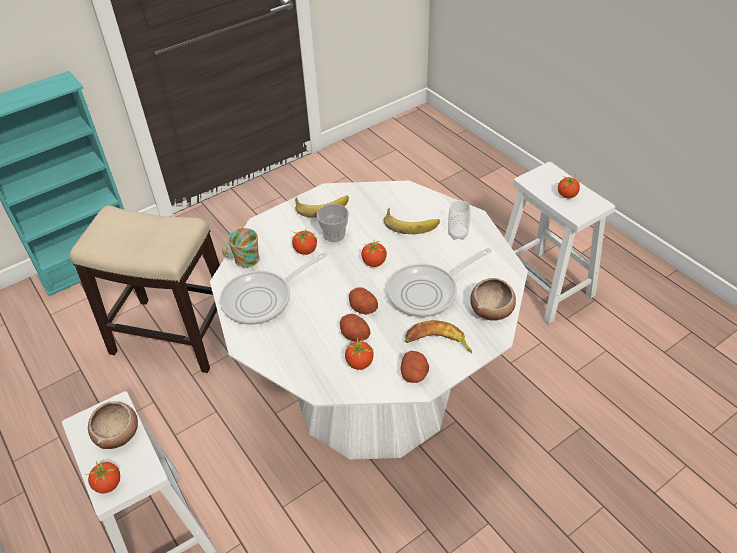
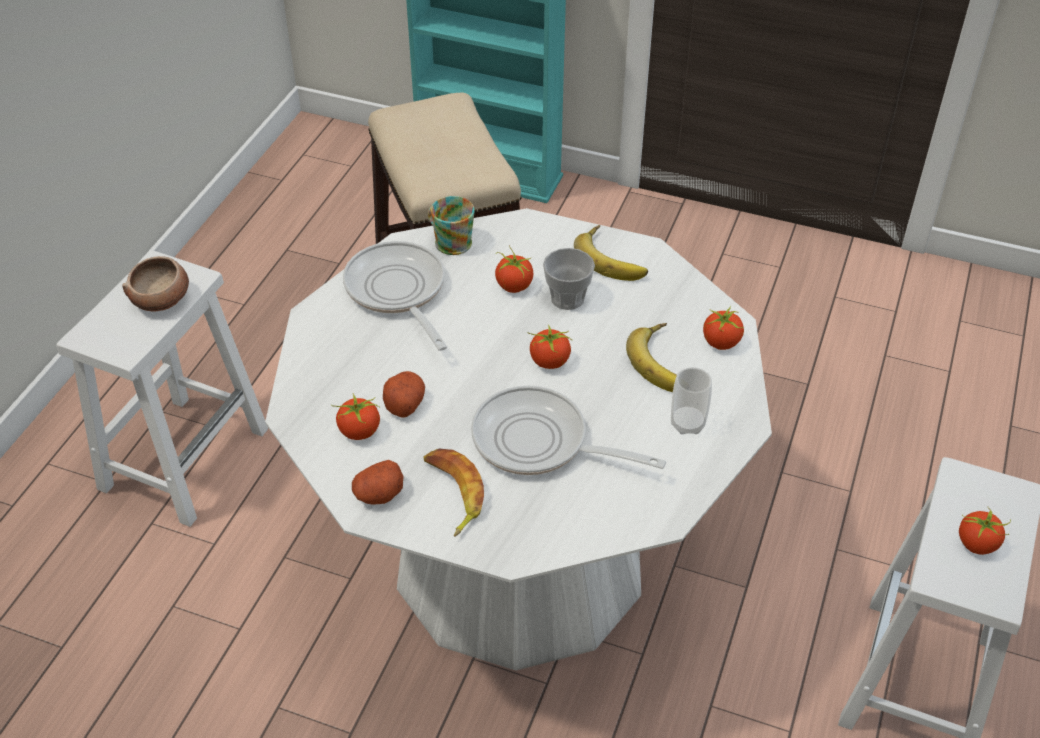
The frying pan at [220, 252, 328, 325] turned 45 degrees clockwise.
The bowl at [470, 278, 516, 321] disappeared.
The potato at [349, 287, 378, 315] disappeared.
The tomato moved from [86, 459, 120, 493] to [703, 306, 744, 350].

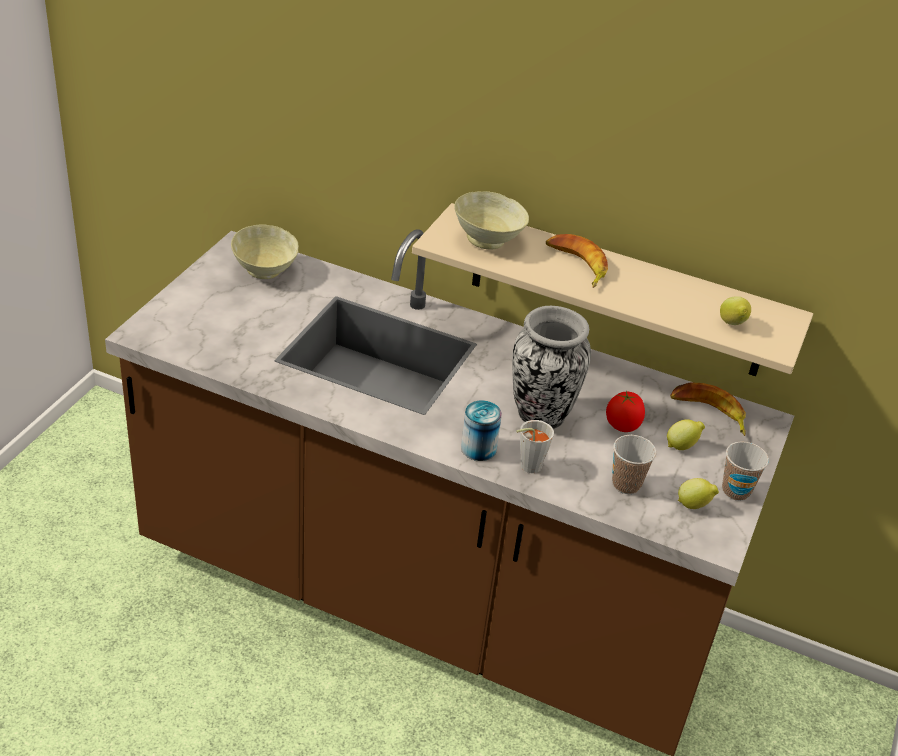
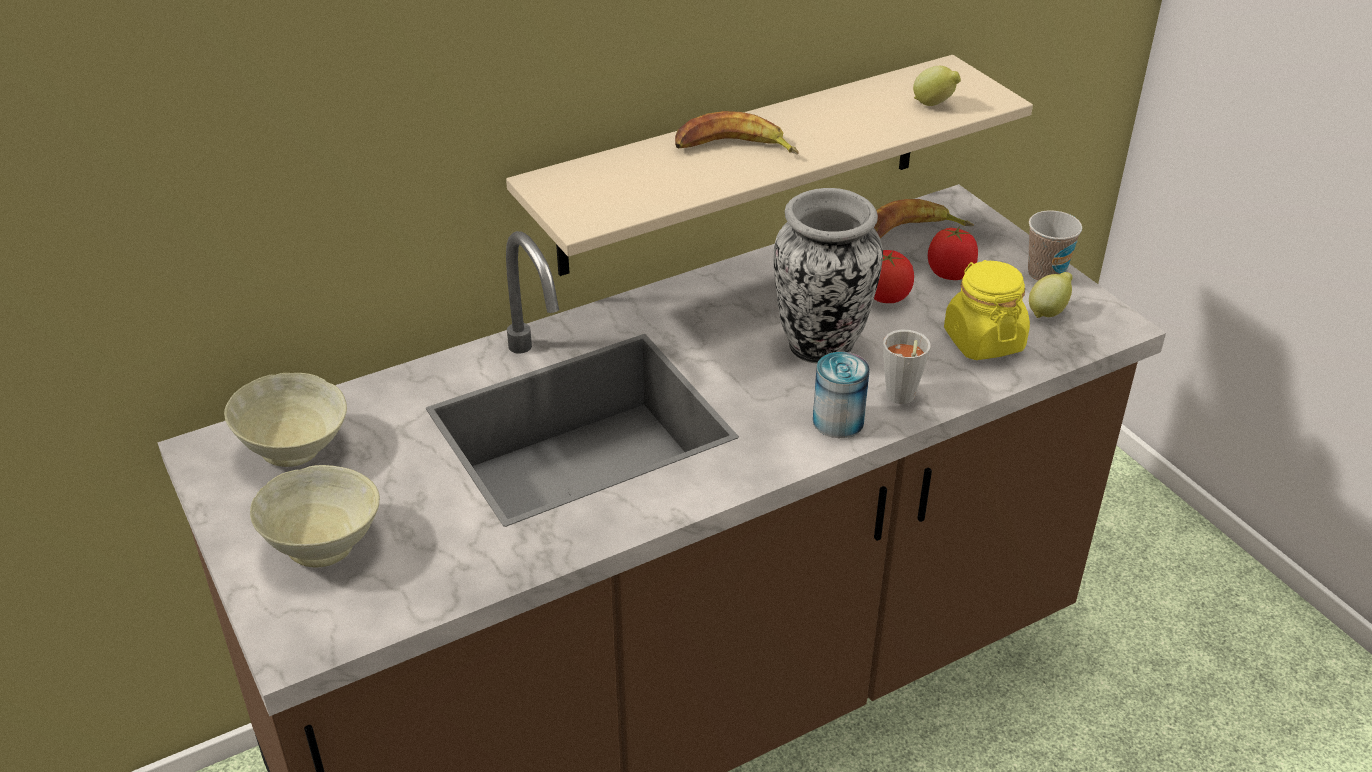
The beige bowl moved from [454, 191, 529, 250] to [250, 465, 380, 568].
The lemon at [667, 419, 705, 450] was replaced by the tomato at [928, 226, 978, 280].
The cup at [612, 435, 656, 494] was replaced by the yellow jar at [944, 260, 1030, 360].

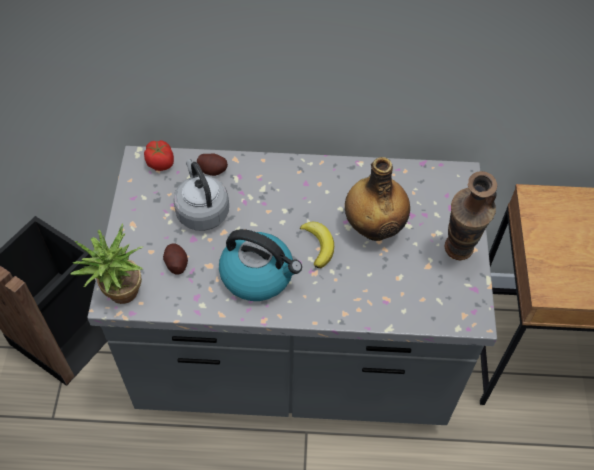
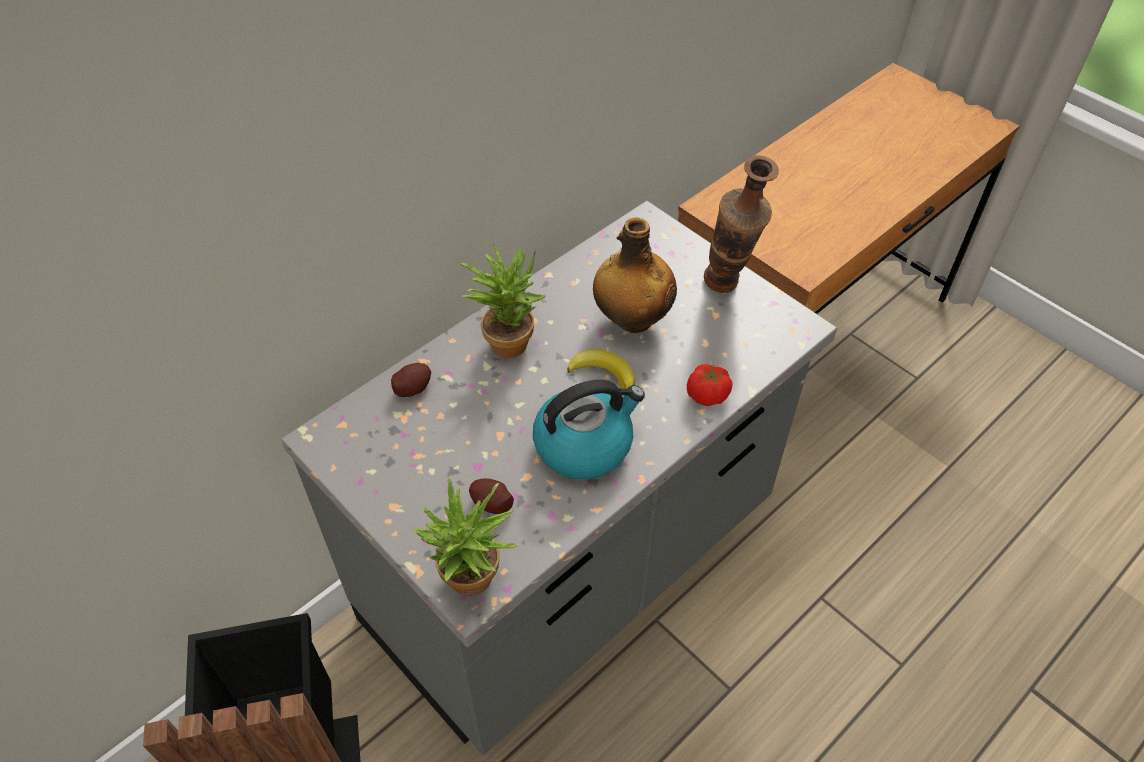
The tomato moved from [144, 140, 174, 171] to [687, 364, 733, 406].
The grey kettle at [173, 159, 229, 231] disappeared.
The potted plant at [461, 243, 546, 359] appeared.

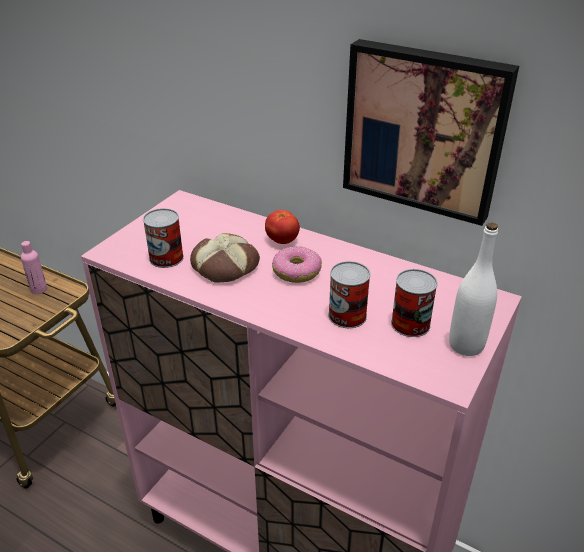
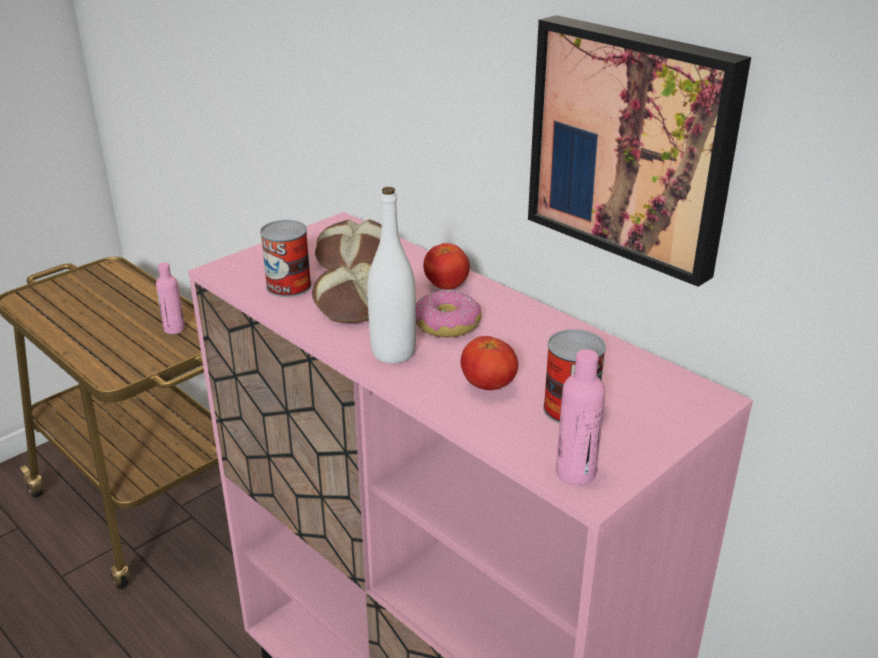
The white bottle moved from [449, 222, 498, 356] to [367, 187, 416, 364].
The can at [328, 261, 371, 328] was replaced by the tomato at [461, 336, 518, 390].
The bread at [315, 219, 382, 269] appeared.
The pink bottle at [556, 349, 605, 485] appeared.

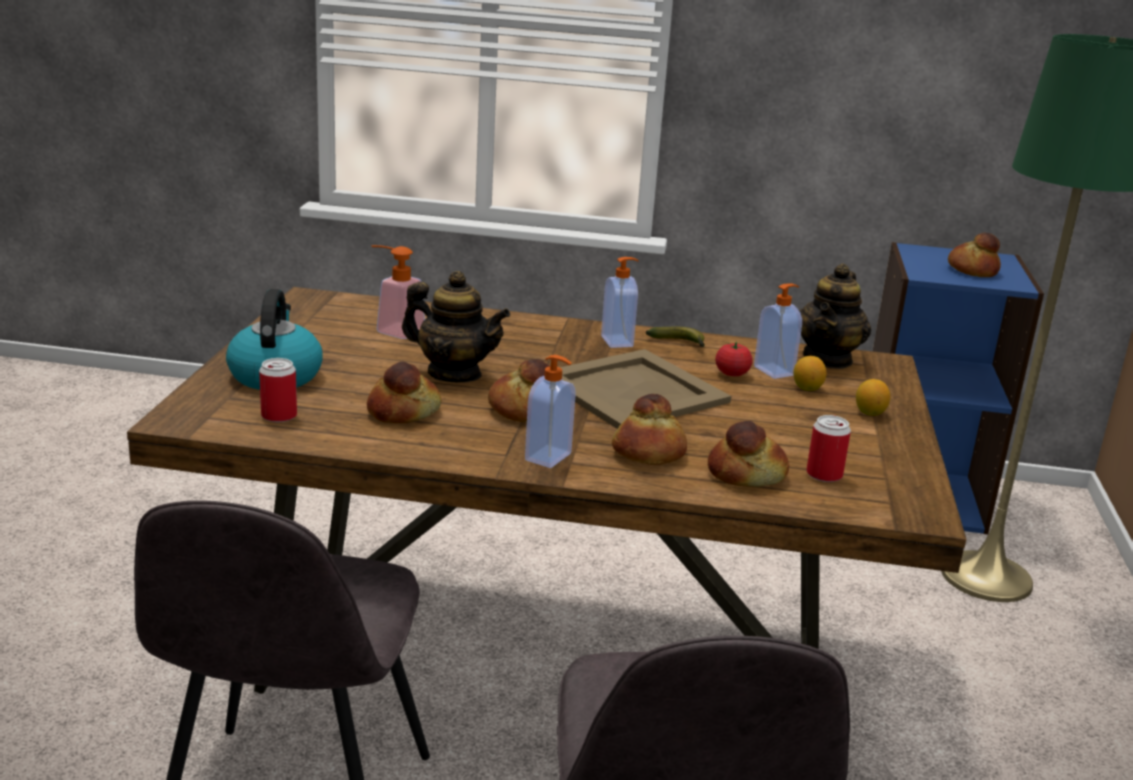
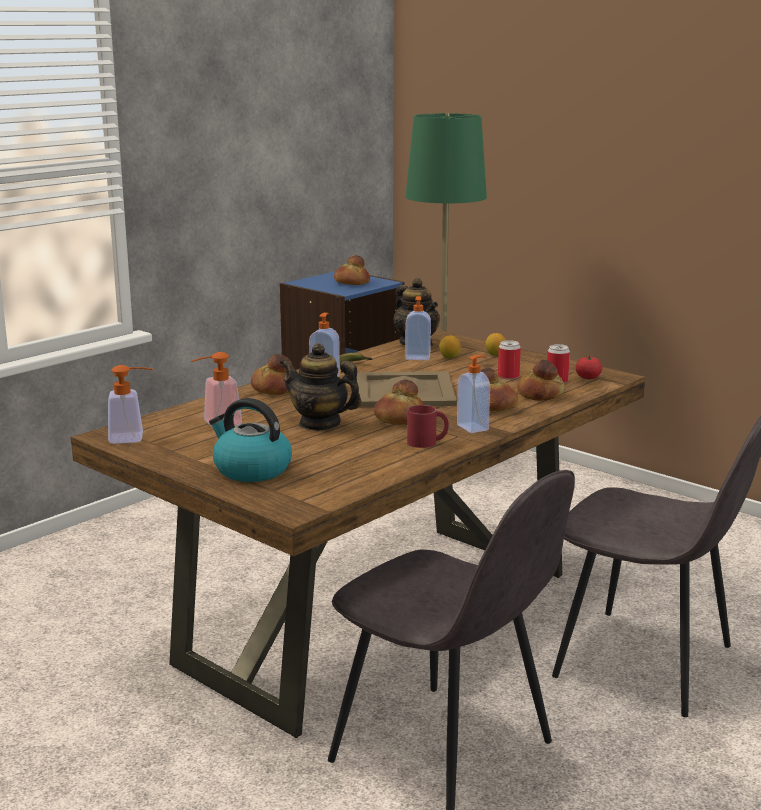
The teapot at [402, 271, 511, 382] turned 120 degrees counterclockwise.
The tomato moved from [715, 342, 753, 376] to [576, 355, 602, 379].
The can moved from [259, 358, 297, 422] to [498, 340, 521, 380].
The bread moved from [367, 361, 442, 423] to [251, 354, 292, 395].
The soap dispenser at [108, 365, 153, 444] appeared.
The red mug at [407, 405, 449, 448] appeared.

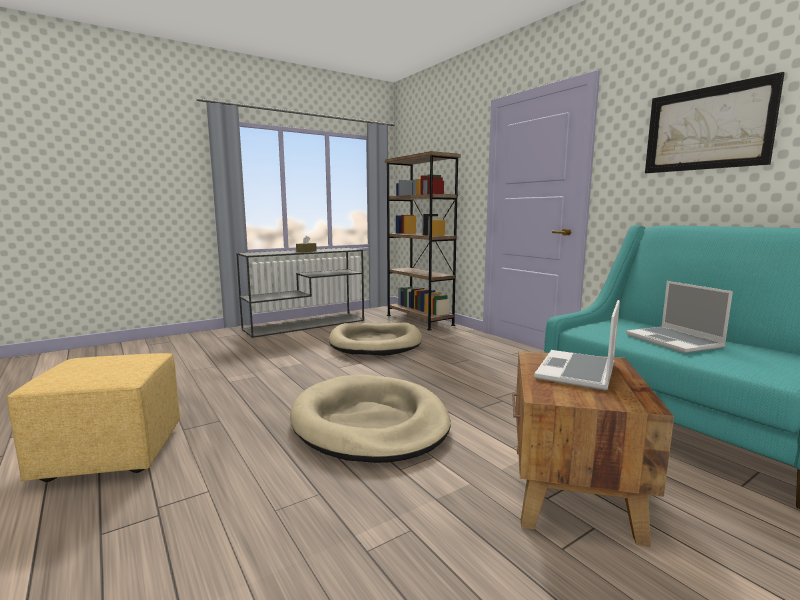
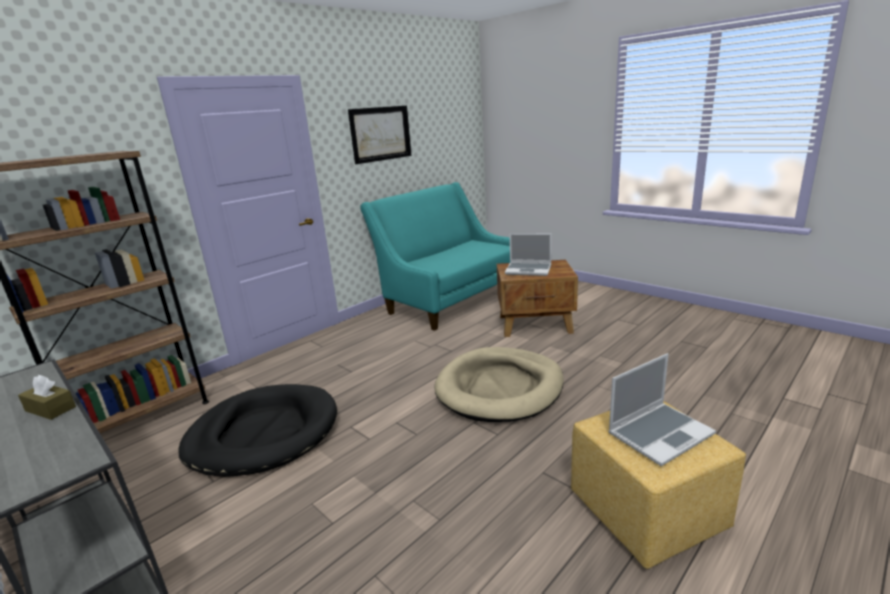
The laptop moved from [626, 281, 733, 353] to [608, 353, 716, 466].
The beige dog bed at [329, 322, 422, 356] became the black dog bed at [178, 384, 337, 477].

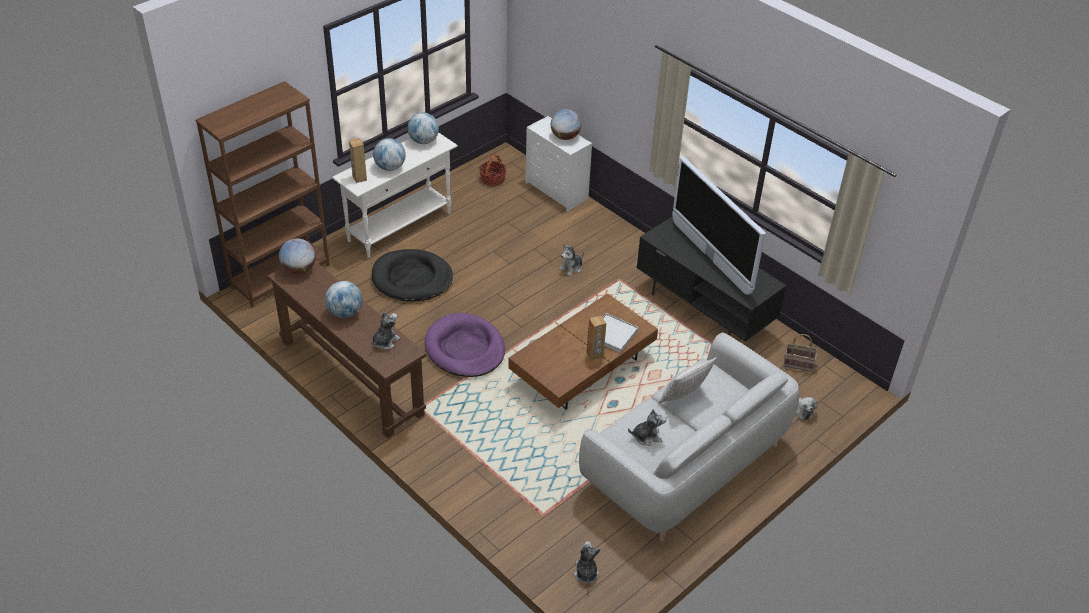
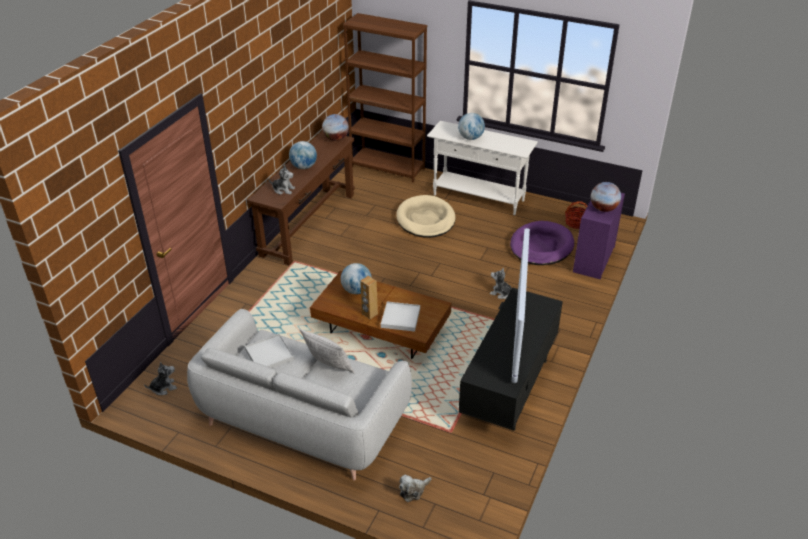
The globe moved from [407, 112, 439, 144] to [341, 263, 372, 294].
The white dresser at [525, 116, 592, 212] became the purple dresser at [573, 193, 625, 280].
The brown speaker at [349, 138, 367, 183] disappeared.
The television at [672, 156, 766, 295] turned 150 degrees clockwise.
The black dog bed at [372, 249, 453, 302] became the beige dog bed at [396, 195, 456, 238].
The purple dog bed moved from [425, 313, 505, 377] to [510, 221, 574, 265].
The basket at [783, 334, 817, 372] disappeared.
The plush toy at [628, 409, 667, 446] was replaced by the white tray at [245, 334, 294, 368].

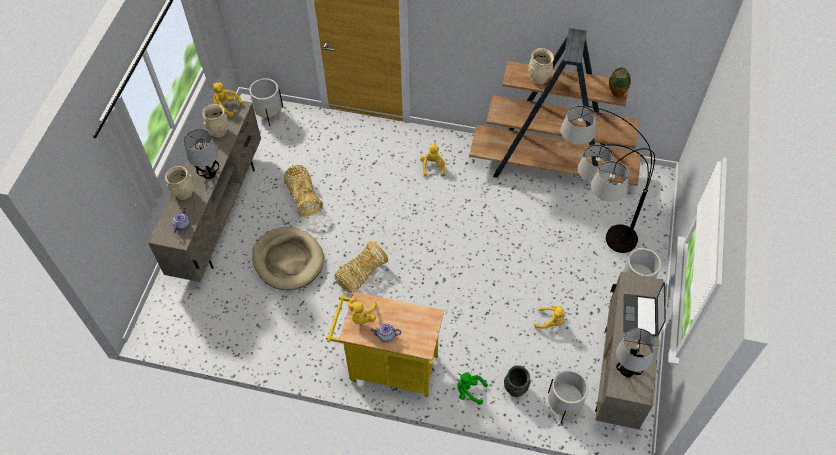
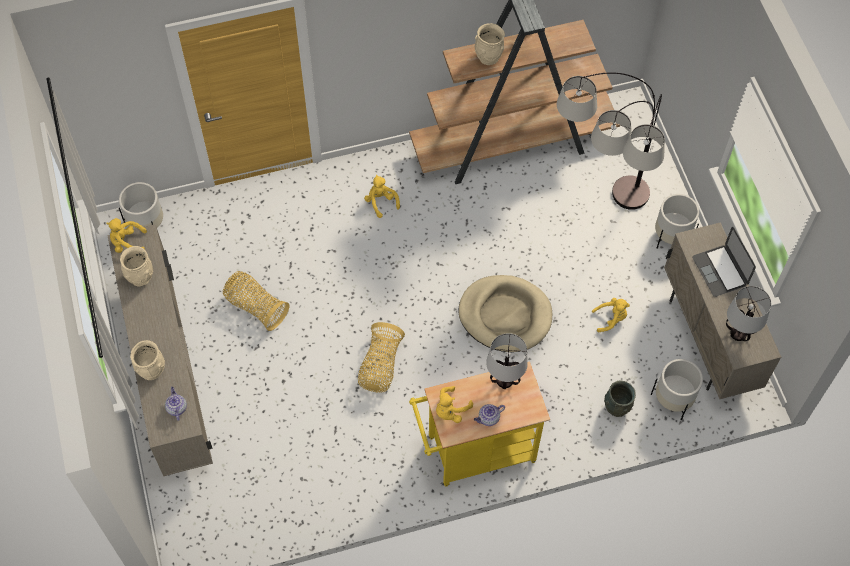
The vase at [609, 68, 631, 97] disappeared.
The table lamp moved from [184, 129, 219, 179] to [486, 333, 528, 389].
The beige dog bed moved from [252, 227, 324, 290] to [459, 275, 552, 352].
The yellow plush toy at [347, 297, 377, 324] turned 60 degrees clockwise.
The green plush toy at [457, 372, 488, 405] disappeared.

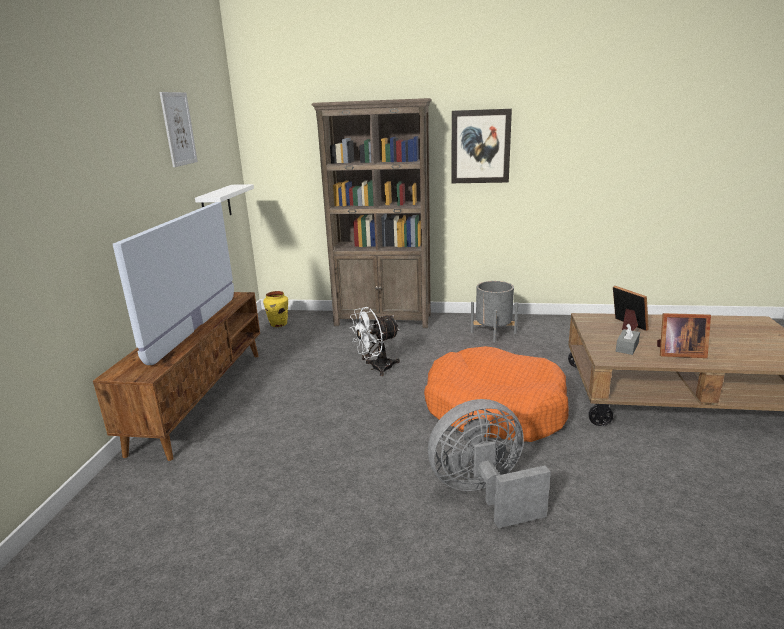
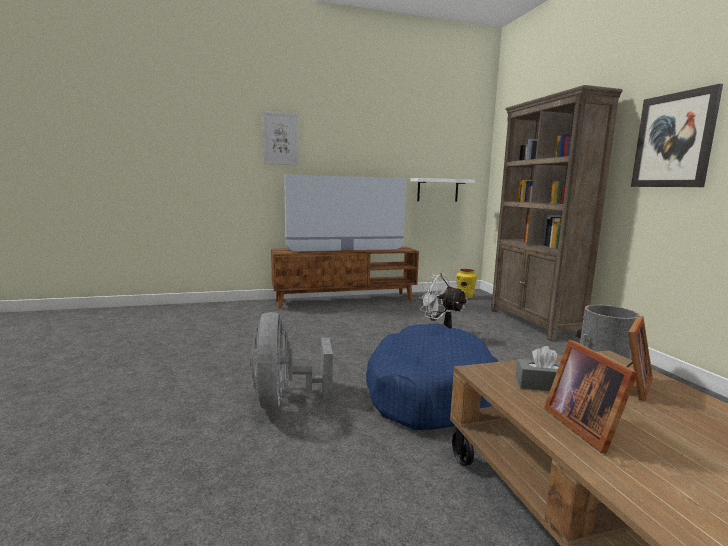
The picture moved from [159, 92, 198, 167] to [262, 111, 299, 165].
The orange dog bed at [424, 346, 569, 442] became the blue dog bed at [366, 323, 498, 430].
The grey fan at [428, 399, 551, 528] turned 150 degrees counterclockwise.

